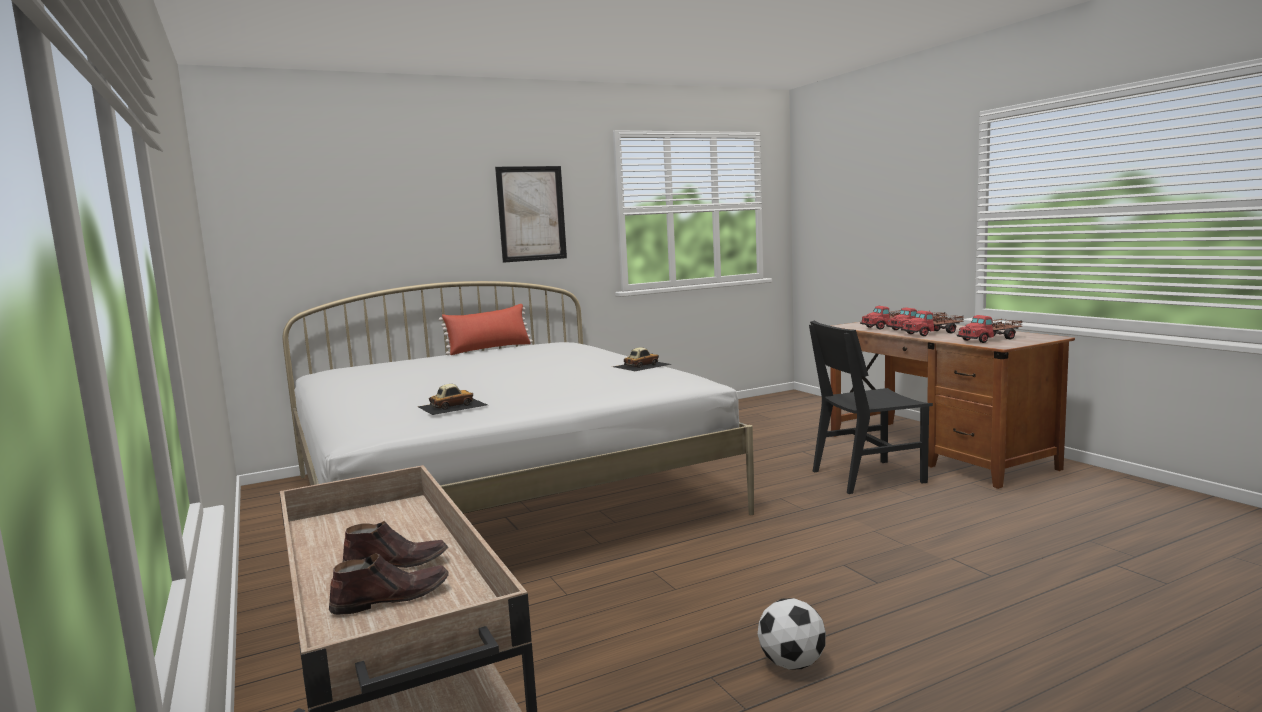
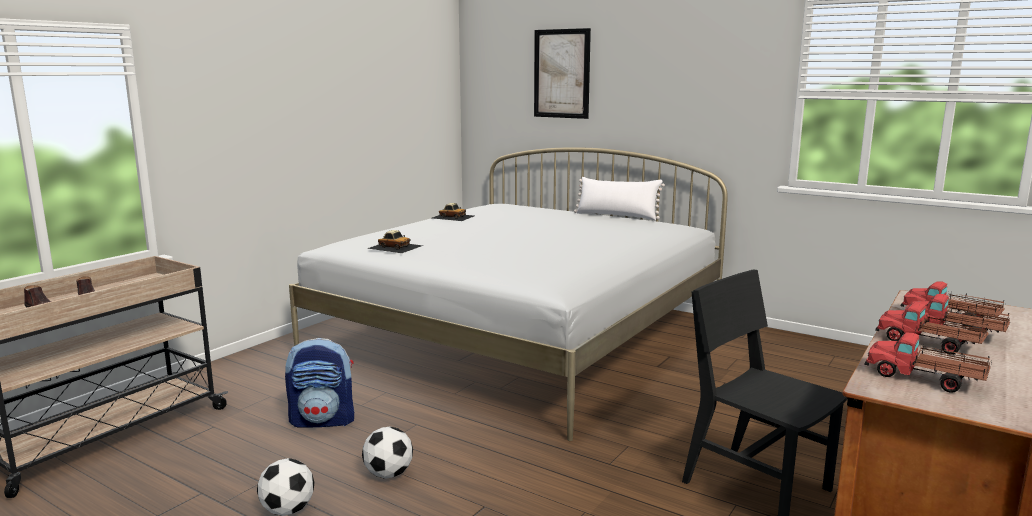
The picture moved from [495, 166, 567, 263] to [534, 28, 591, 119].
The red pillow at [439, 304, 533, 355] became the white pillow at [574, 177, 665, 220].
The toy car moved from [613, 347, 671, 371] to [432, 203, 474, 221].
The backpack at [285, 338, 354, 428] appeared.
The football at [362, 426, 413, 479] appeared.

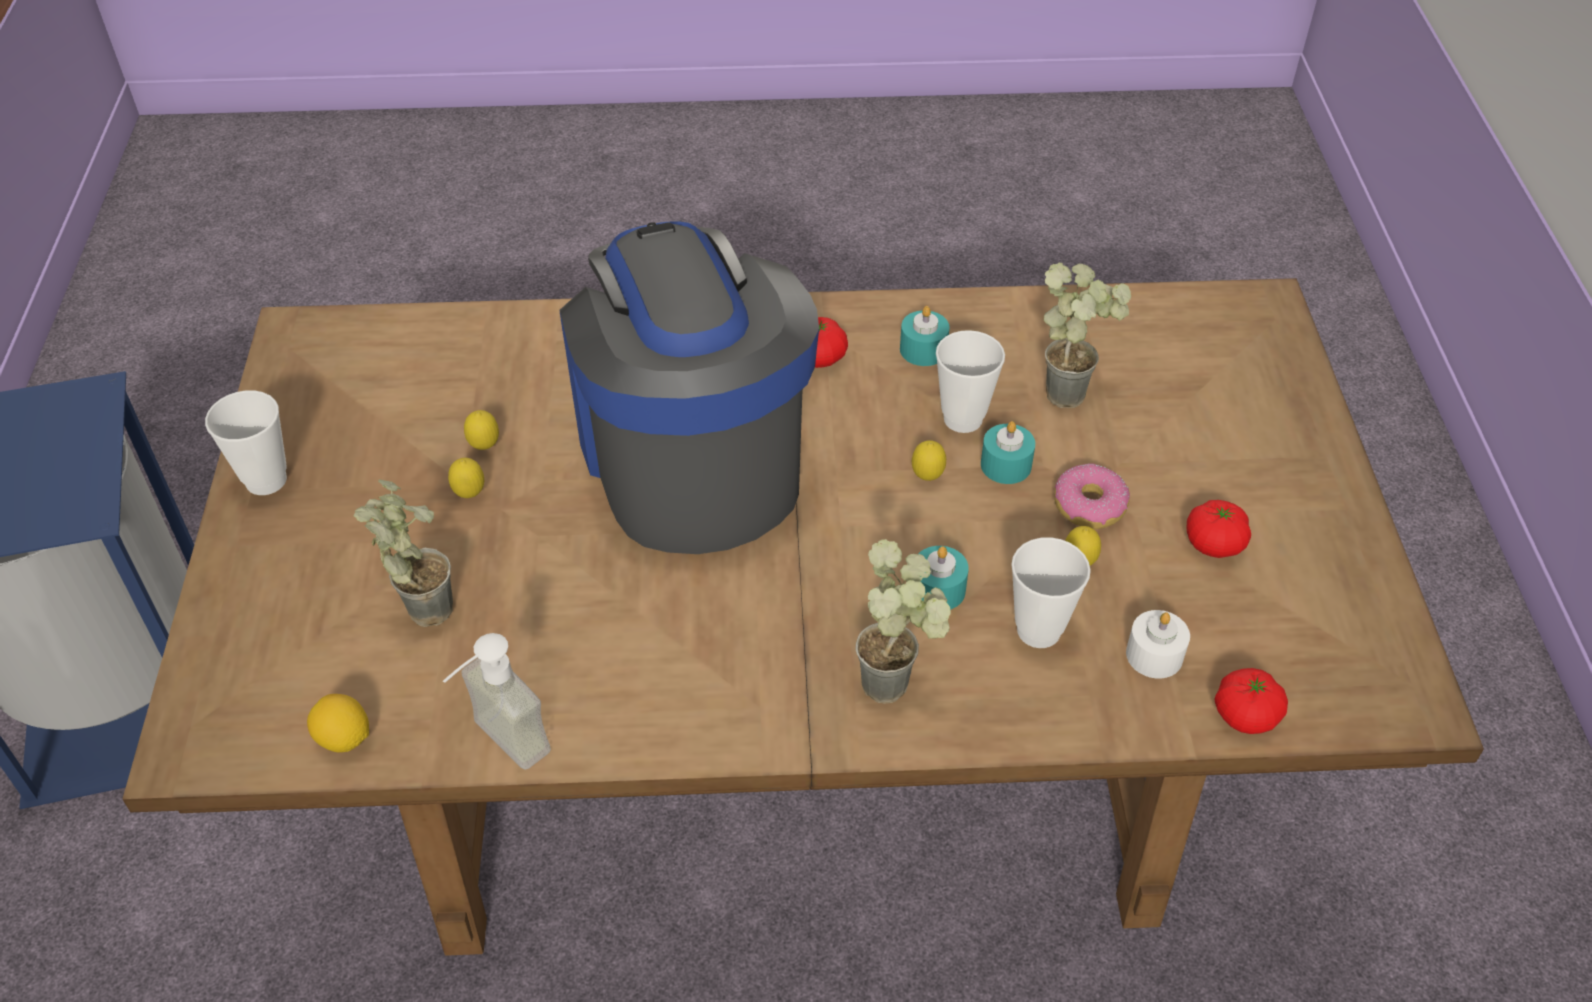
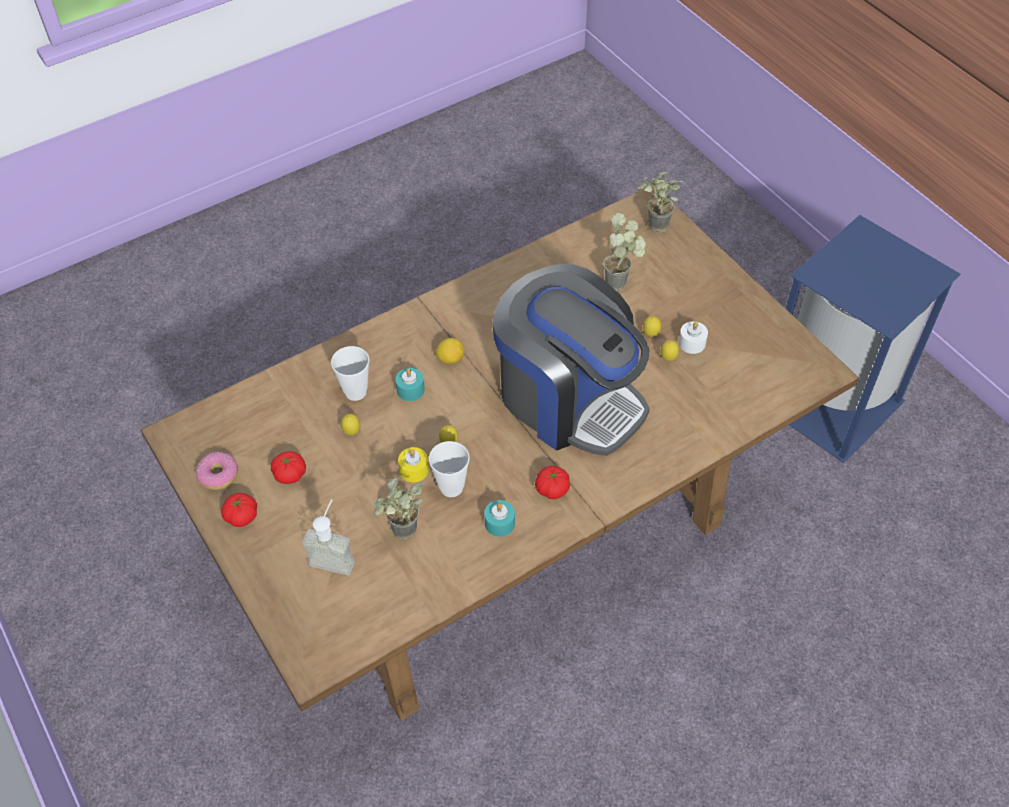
The cup at [205, 390, 287, 495] disappeared.
The turquoise candle at [981, 421, 1035, 484] became the yellow candle at [398, 447, 429, 482].
The donut moved from [1054, 463, 1130, 529] to [196, 452, 238, 490].
The potted plant moved from [856, 539, 951, 704] to [637, 172, 683, 233].
The white candle moved from [1126, 610, 1190, 678] to [679, 321, 708, 354].
The soap dispenser moved from [443, 633, 551, 770] to [302, 499, 355, 575].
The tomato moved from [1214, 668, 1288, 734] to [221, 493, 257, 527].
The lemon moved from [307, 694, 369, 753] to [436, 338, 464, 364].

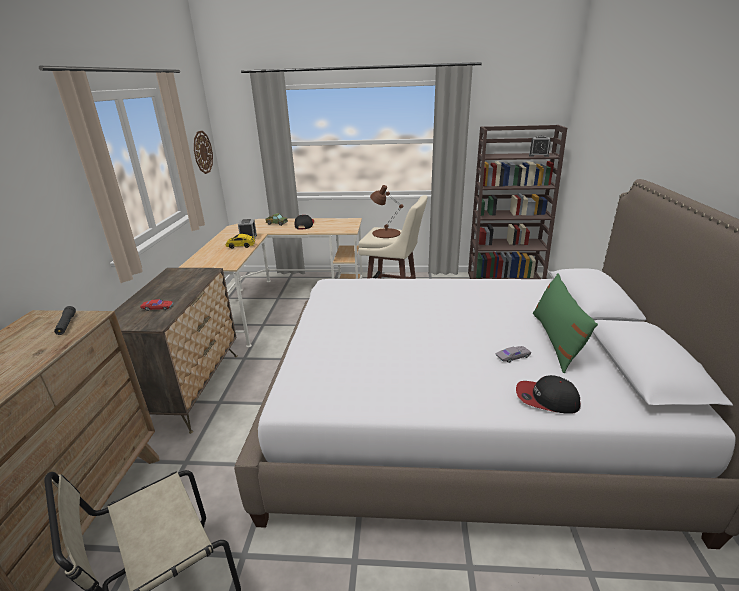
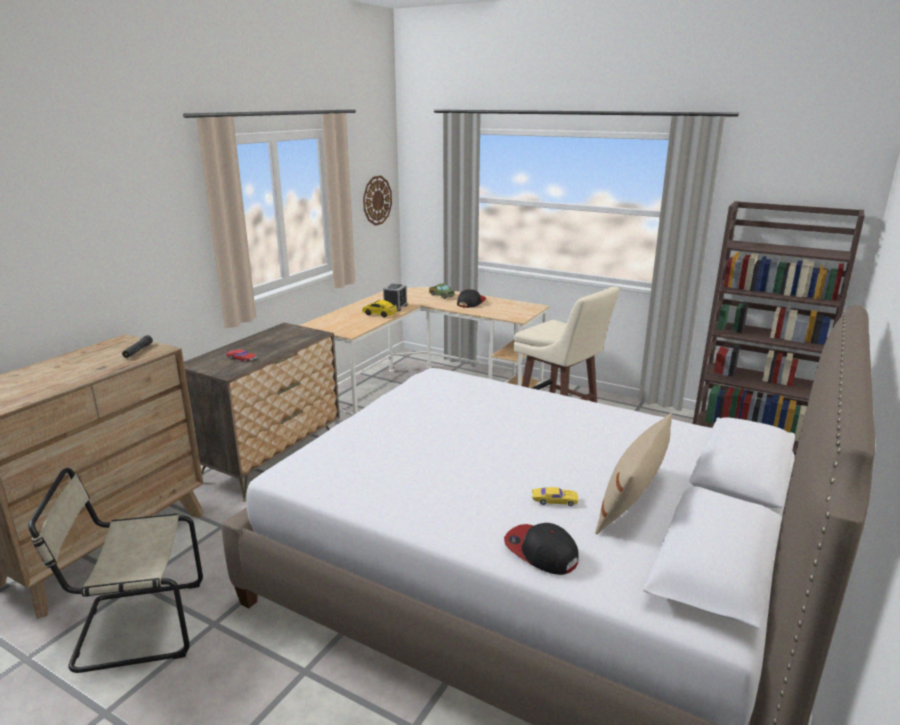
The alarm clock at [529, 135, 551, 157] disappeared.
The brown table lamp at [370, 185, 403, 238] disappeared.
The green pillow at [533, 273, 598, 373] became the beige pillow at [595, 413, 672, 534].
The grey toy car at [496, 346, 531, 363] became the yellow toy car at [532, 487, 578, 506].

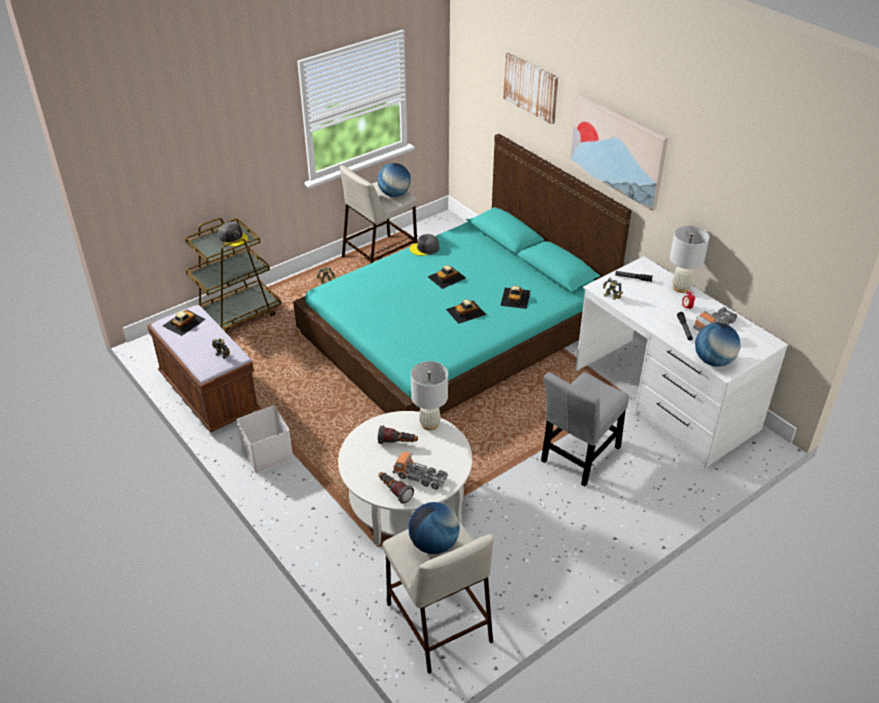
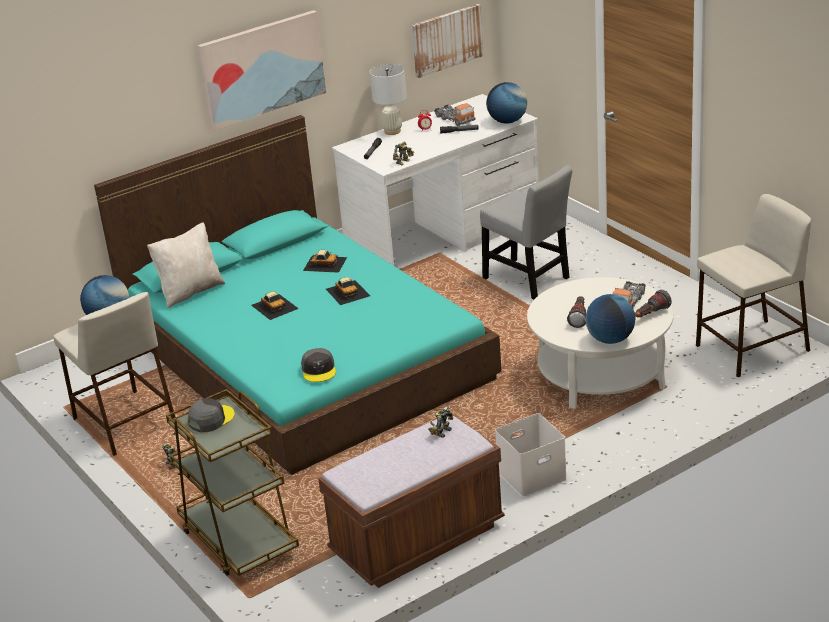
The picture moved from [503, 52, 558, 125] to [412, 4, 483, 78].
The grey cap moved from [409, 234, 439, 256] to [301, 348, 336, 382].
The toy car at [163, 309, 206, 336] disappeared.
The white table lamp at [411, 361, 448, 431] disappeared.
The globe moved from [408, 502, 460, 554] to [585, 294, 635, 344].
The beige pillow at [147, 222, 225, 308] appeared.

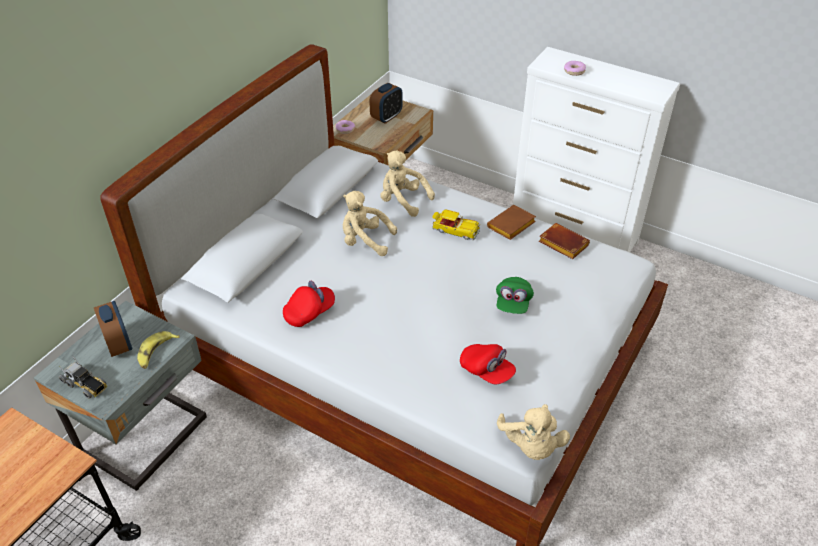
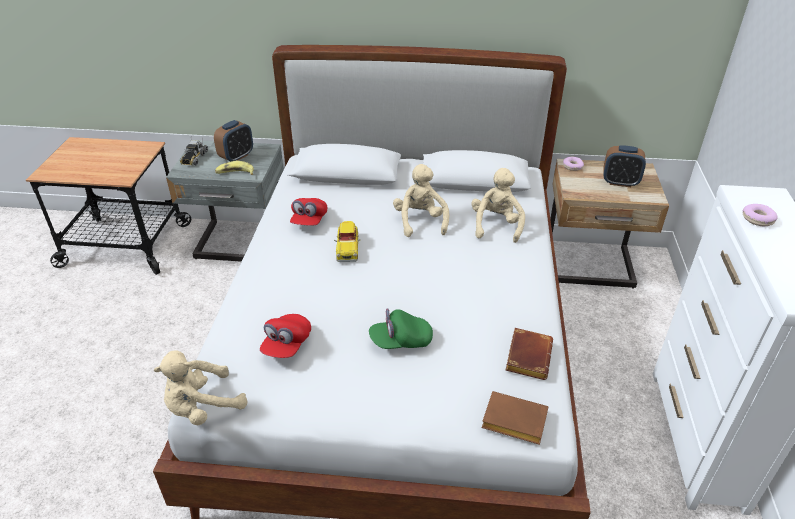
The brown book moved from [487, 205, 536, 240] to [482, 391, 548, 445].
The toy car moved from [432, 210, 480, 240] to [334, 221, 360, 262].
The red cap at [283, 281, 335, 327] turned 75 degrees clockwise.

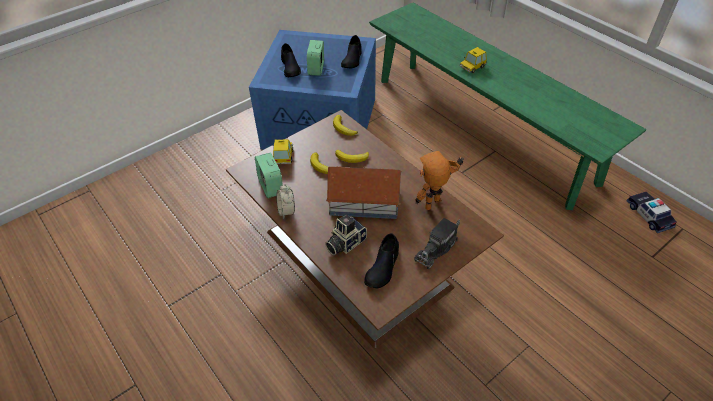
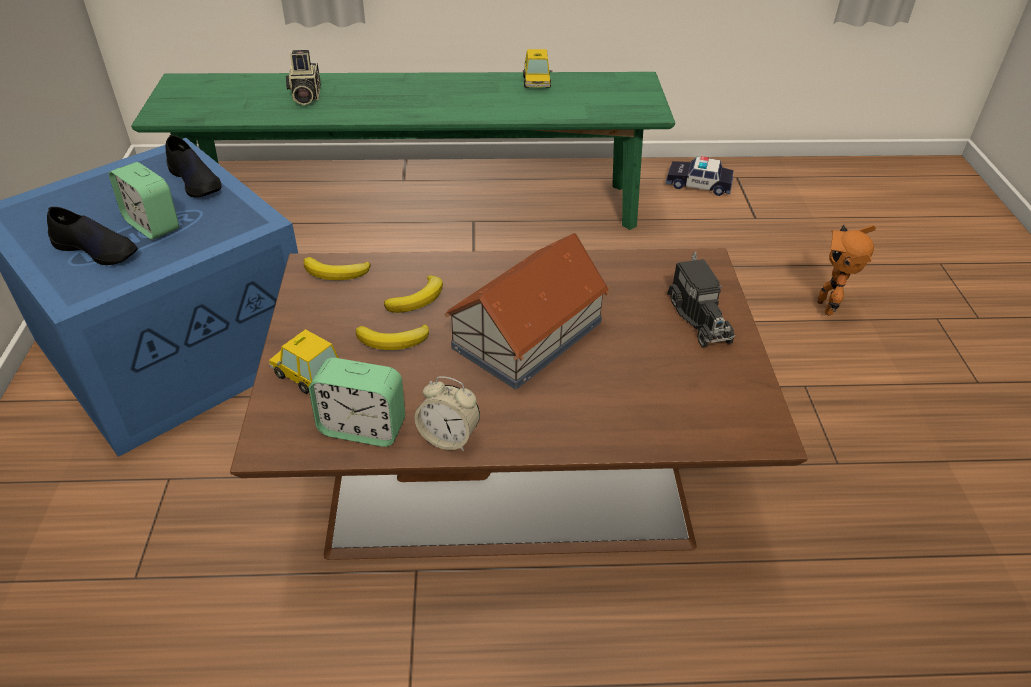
The toy car moved from [459, 47, 487, 73] to [523, 49, 553, 88].
The toy robot moved from [415, 151, 464, 210] to [818, 225, 876, 315].
The photo camera moved from [325, 214, 367, 255] to [286, 50, 321, 105].
The black shoe at [364, 233, 399, 288] disappeared.

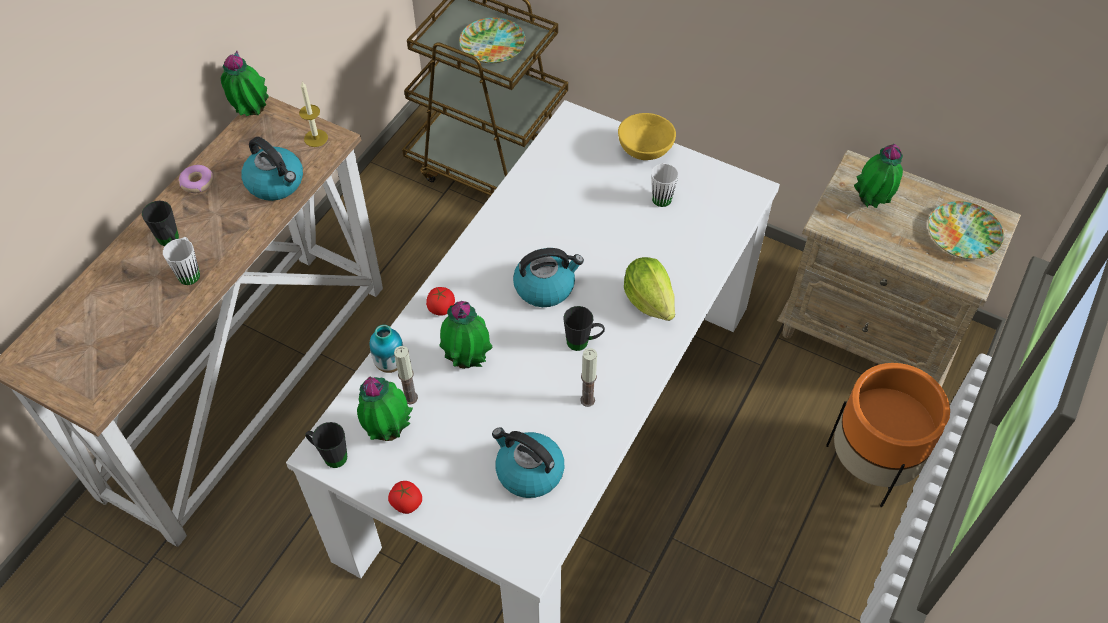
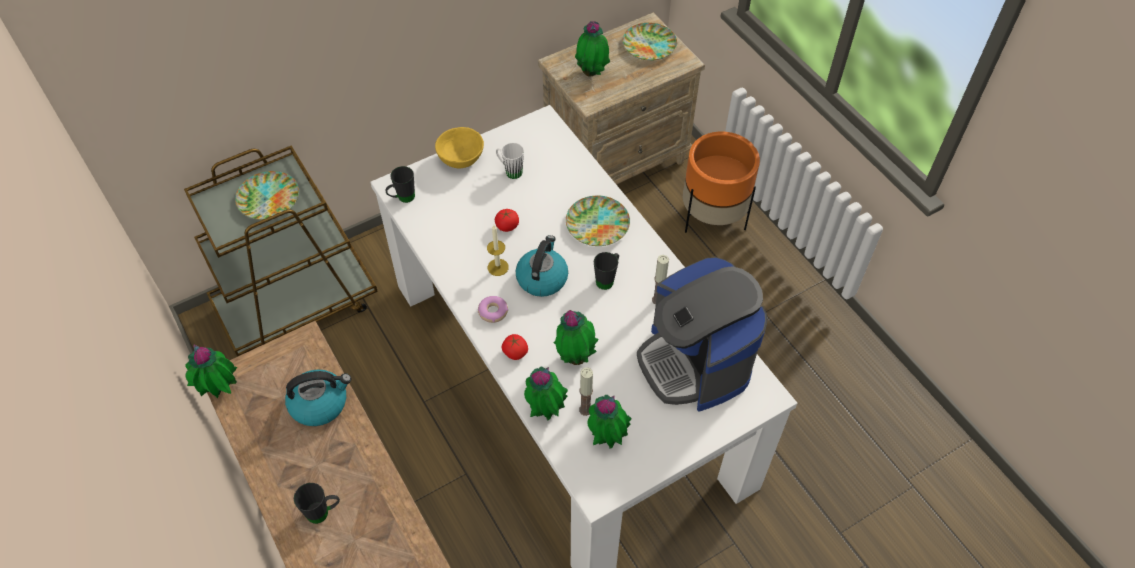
The candle moved from [299, 82, 328, 147] to [487, 225, 509, 276].
The donut moved from [179, 165, 213, 193] to [478, 296, 508, 323].
The white mug at [163, 237, 200, 285] disappeared.
The lettuce at [624, 257, 675, 321] was replaced by the plate at [566, 196, 630, 246].
The vase at [370, 325, 403, 373] was replaced by the potted plant at [524, 367, 568, 420].
The black mug moved from [305, 422, 347, 468] to [386, 166, 415, 203].
The kettle at [492, 427, 564, 498] was replaced by the coffee machine at [637, 257, 767, 412].
The tomato moved from [388, 481, 422, 514] to [495, 209, 519, 232].

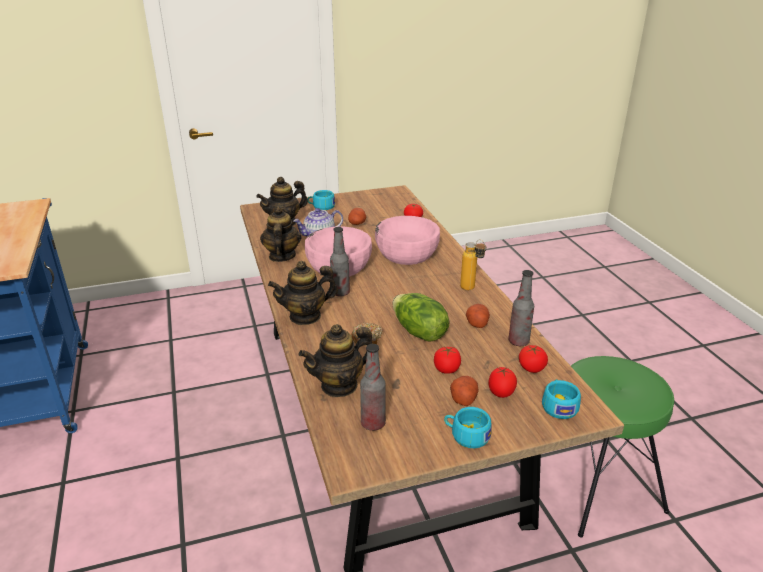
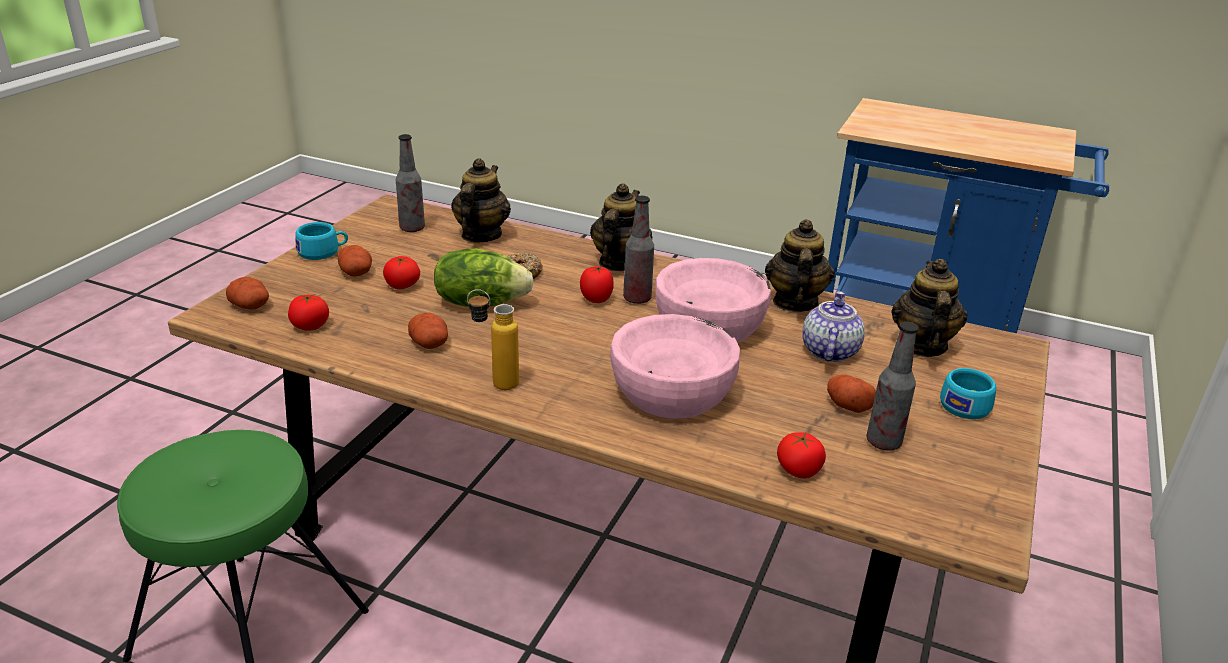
The teapot at [260, 206, 301, 262] turned 120 degrees counterclockwise.
The bottle moved from [508, 270, 534, 346] to [867, 322, 919, 450].
The tomato moved from [489, 367, 517, 398] to [580, 266, 614, 303].
The turquoise cup at [542, 379, 581, 419] was replaced by the potato at [226, 277, 269, 310].

